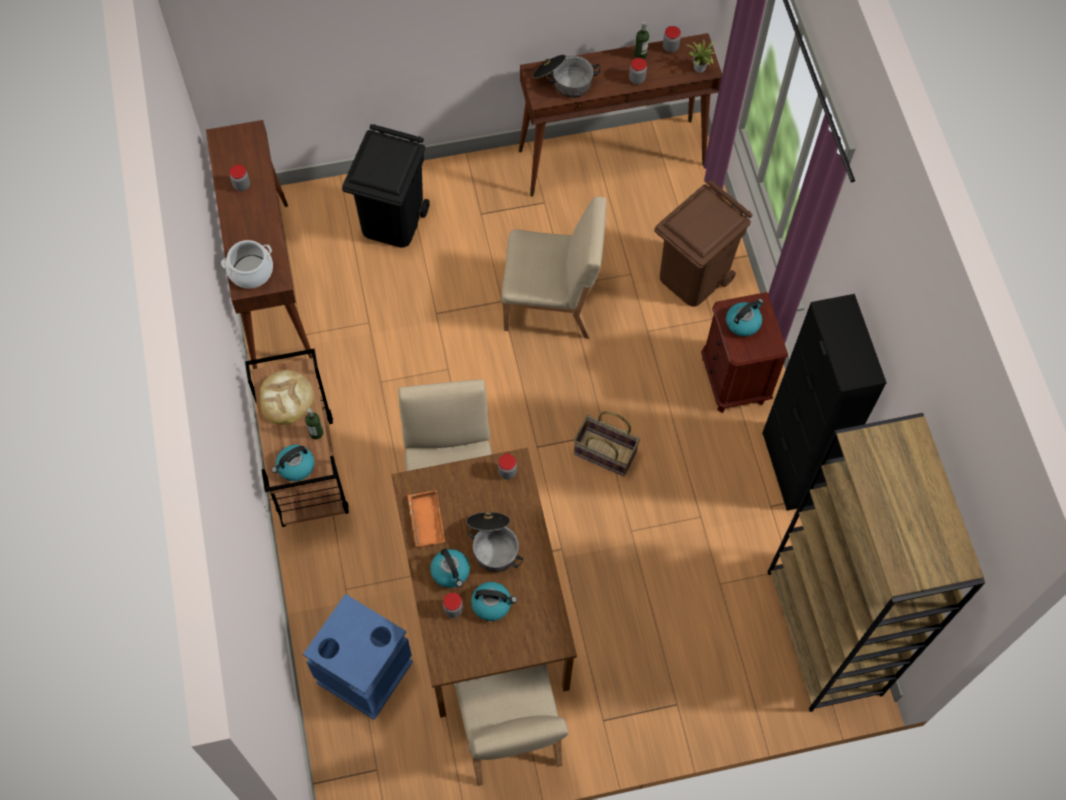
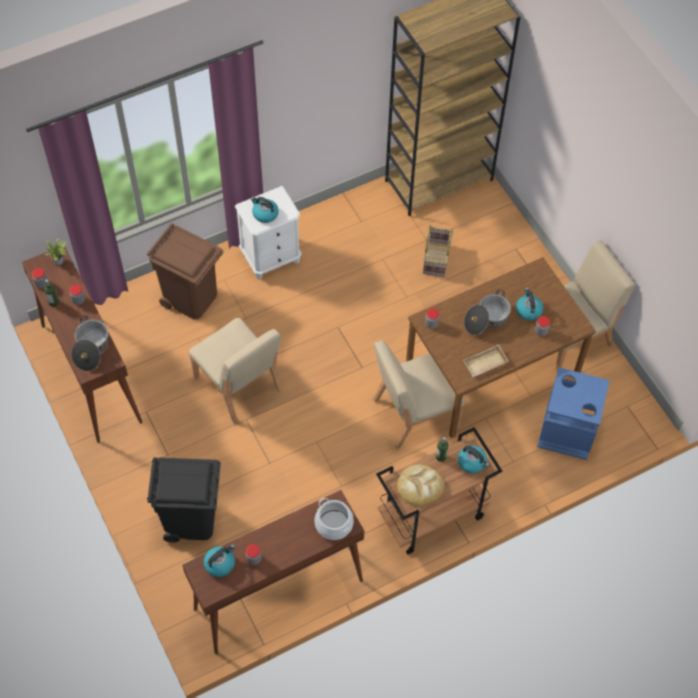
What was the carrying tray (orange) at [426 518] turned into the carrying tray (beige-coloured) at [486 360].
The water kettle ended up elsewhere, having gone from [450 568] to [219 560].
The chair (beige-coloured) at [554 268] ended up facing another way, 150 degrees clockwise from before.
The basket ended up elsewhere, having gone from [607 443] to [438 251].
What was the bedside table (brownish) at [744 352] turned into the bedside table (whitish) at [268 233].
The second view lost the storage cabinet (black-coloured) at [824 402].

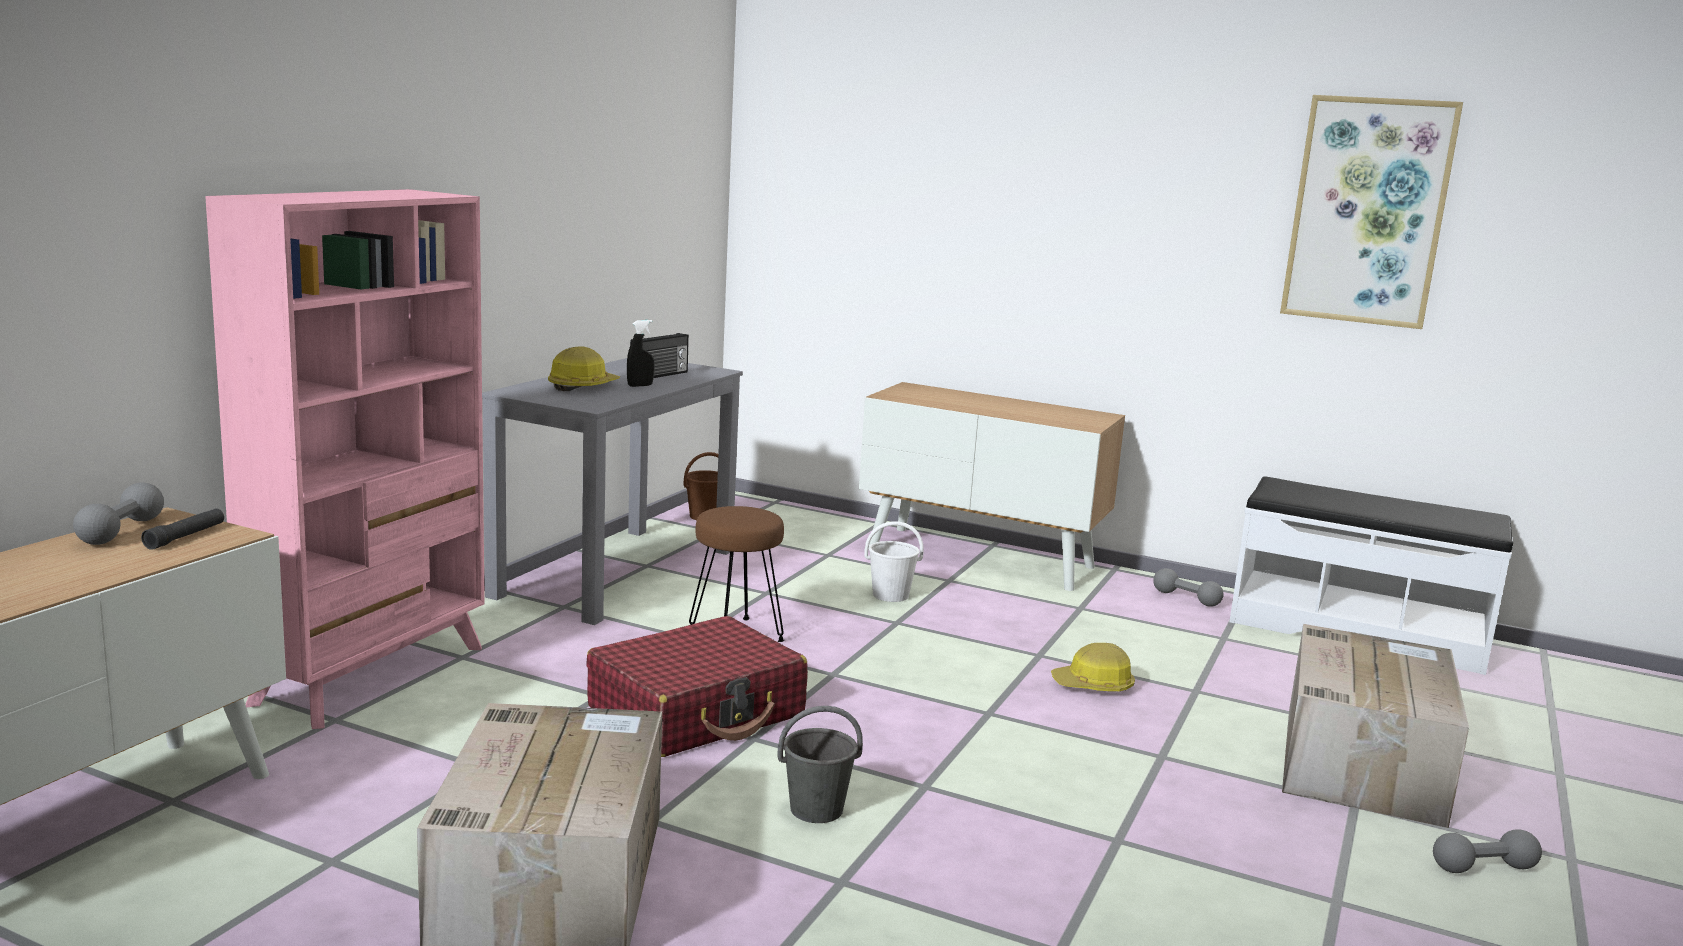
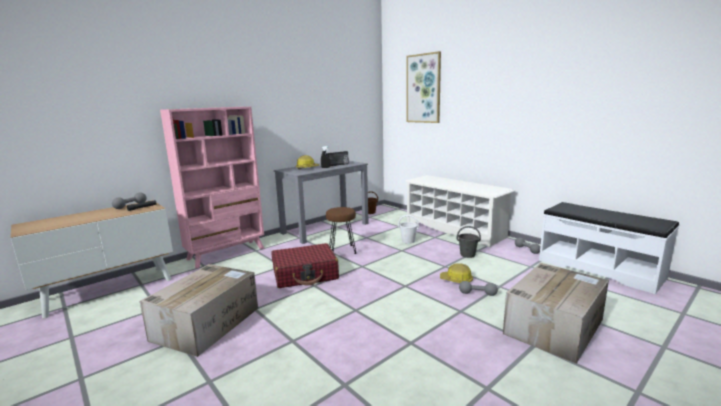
The pail (gray) ended up elsewhere, having gone from [820 764] to [469 242].
Where the storage cabinet stood at [992 486], the shoe stand (whitish) came to stand at [461 211].
The wall picture ended up elsewhere, having gone from [1371 212] to [423 87].
The dumbbell (gray) ended up elsewhere, having gone from [1487 851] to [478 288].

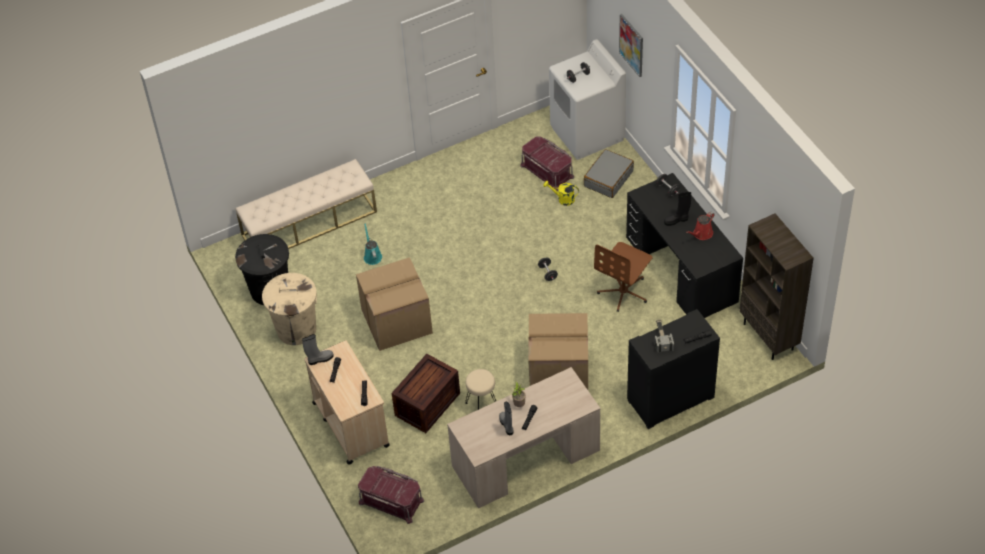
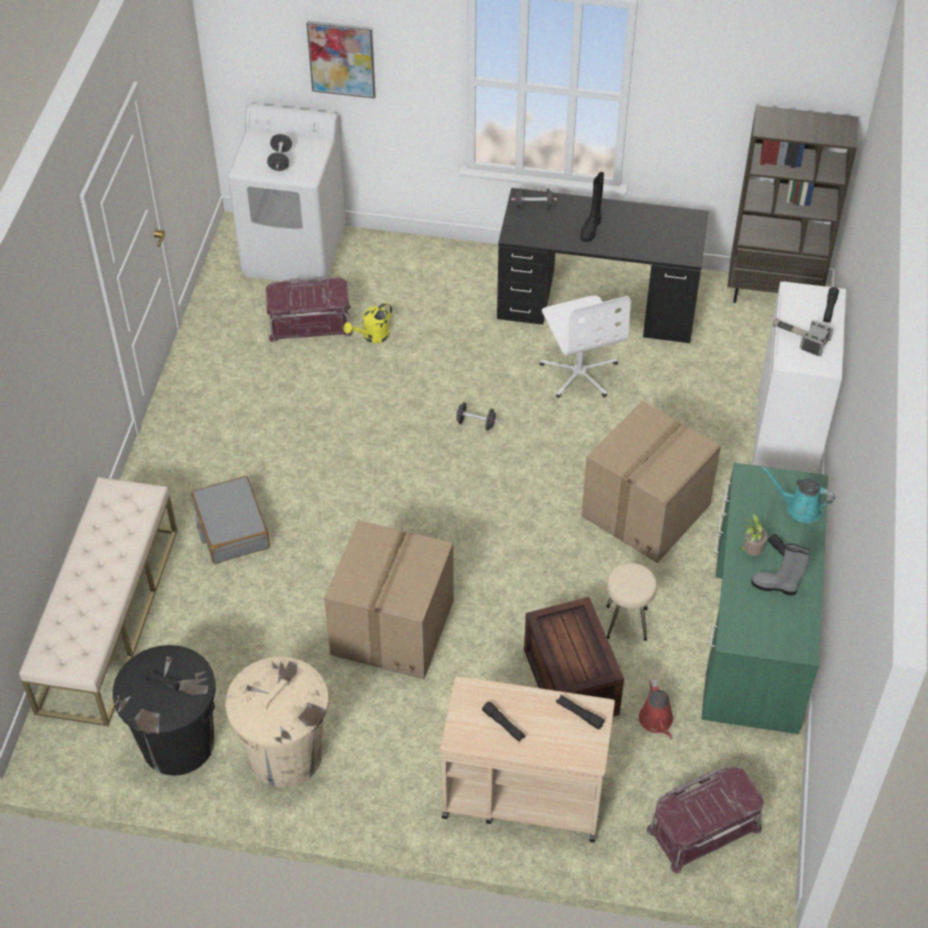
The second view lost the tall boot (gray) at [318 349].
The sprinkling can (turquoise-coloured) ended up elsewhere, having gone from [373 244] to [798 495].
What was the desk table (beige-coloured) at [524 437] turned into the desk table (green) at [764 598].
The suitcase (gray) ended up elsewhere, having gone from [609 173] to [230 520].
What was the desk chair (brownish) at [623 277] turned into the desk chair (whitish) at [585 346].
What was the storage cabinet (black-coloured) at [673 369] turned into the storage cabinet (whitish) at [799 377].
The sprinkling can (red-coloured) ended up elsewhere, having gone from [700 226] to [656 709].

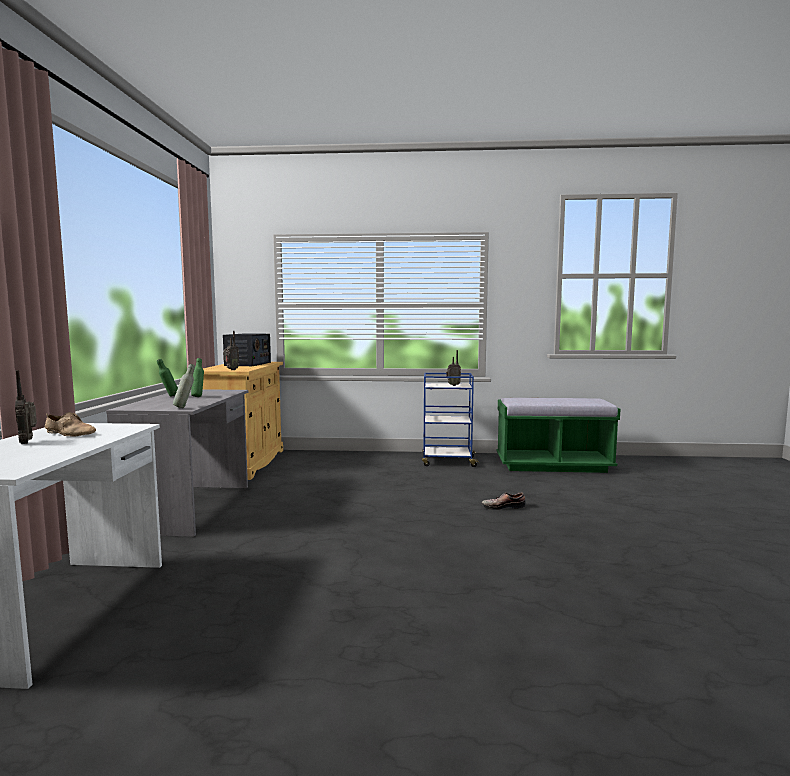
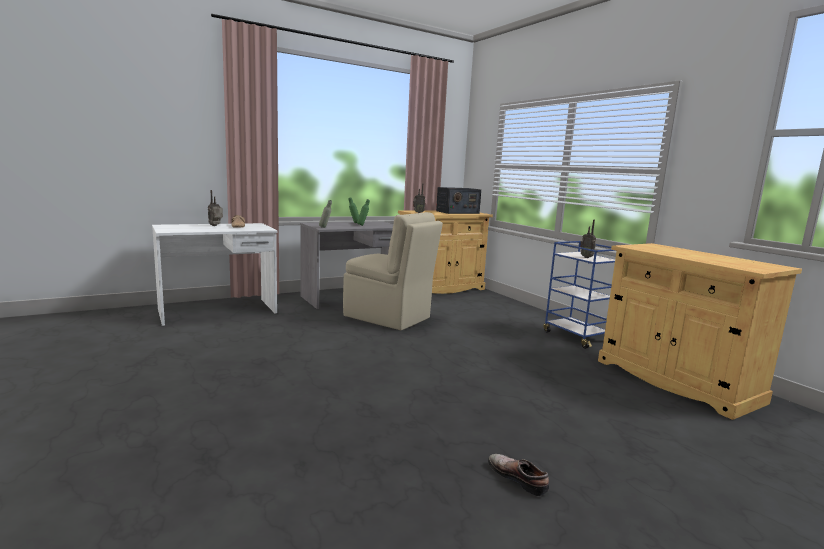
The item of footwear ended up elsewhere, having gone from [504 501] to [518 475].
Where the bench (green) stood at [558 435], the storage cabinet (beige-coloured) came to stand at [700 331].
The second view gained the chair (beige-coloured) at [393 271].

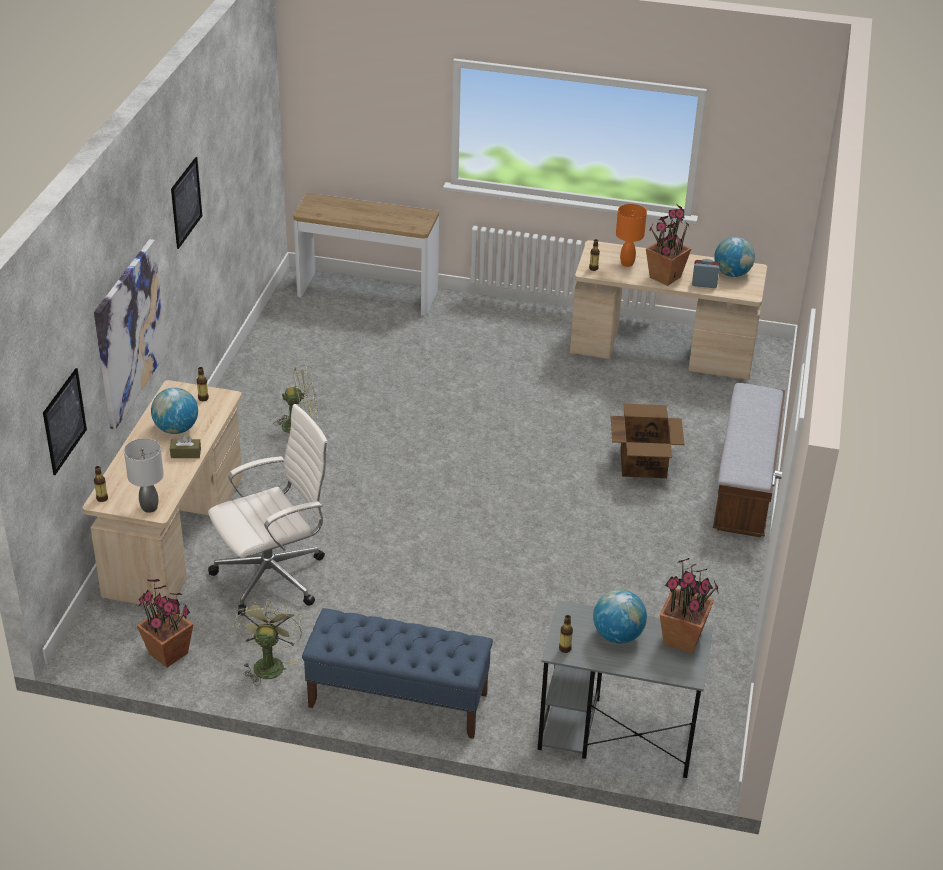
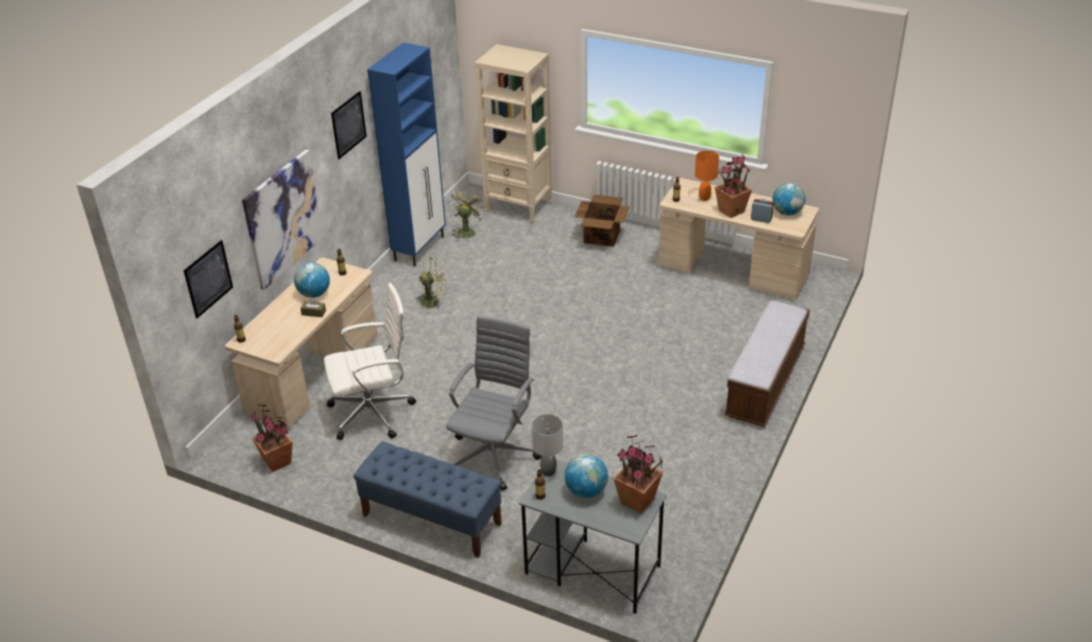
The lamp for a table (gray) ended up elsewhere, having gone from [144 475] to [547 445].
The electric fan (green) ended up elsewhere, having gone from [268 642] to [467 213].
Where the narrow table stood at [366 254], the bookshelf (beige-coloured) came to stand at [513 133].
The cardboard box ended up elsewhere, having gone from [648 441] to [601 221].
The second view gained the storage cabinet (blue-coloured) at [406 155].
The second view gained the desk chair (gray) at [494 403].

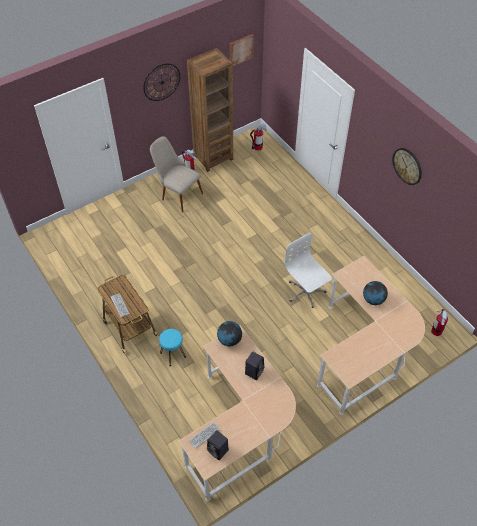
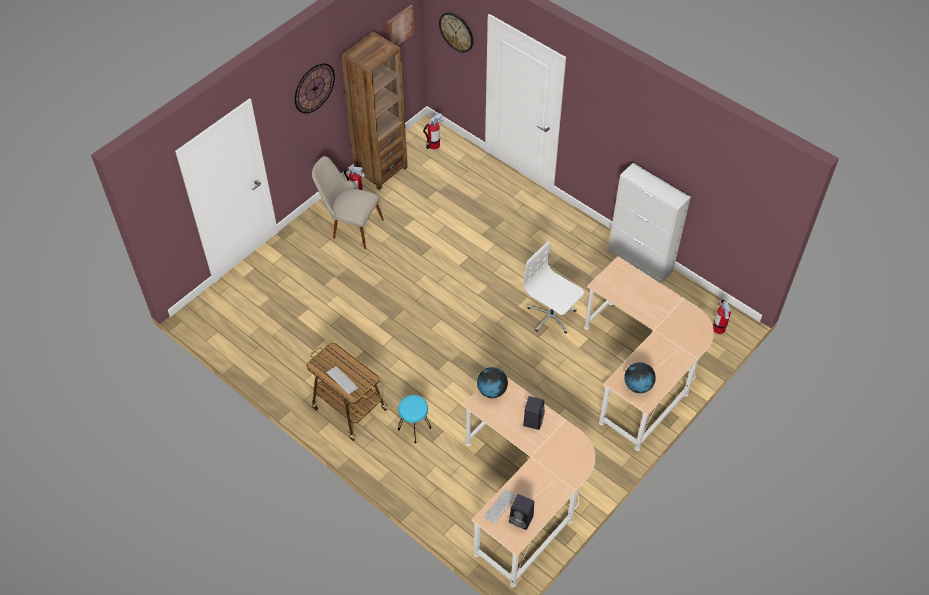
The desk globe ended up elsewhere, having gone from [375 293] to [640 377].
The clock on the wall ended up elsewhere, having gone from [407 166] to [456 32].
The second view gained the storage cabinet (whitish) at [649 223].

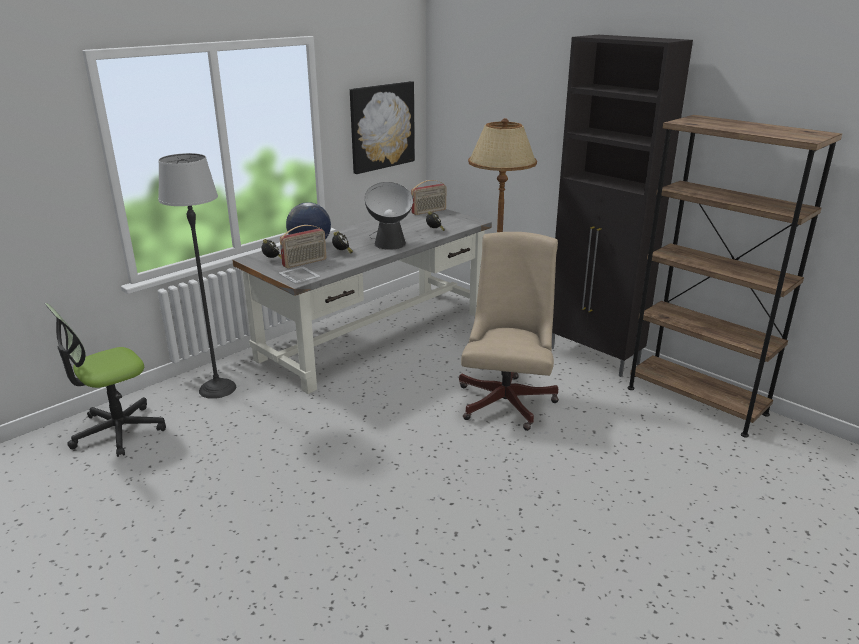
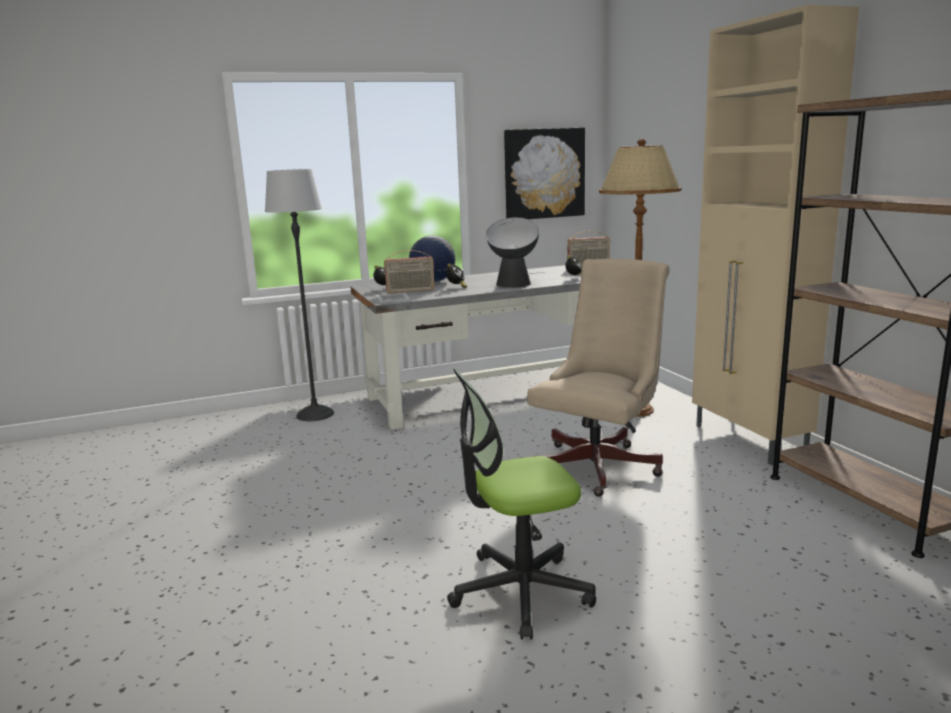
The desk chair ended up elsewhere, having gone from [105 380] to [521 504].
What was the storage cabinet (black-coloured) at [622 206] turned into the storage cabinet (beige-coloured) at [775 235].

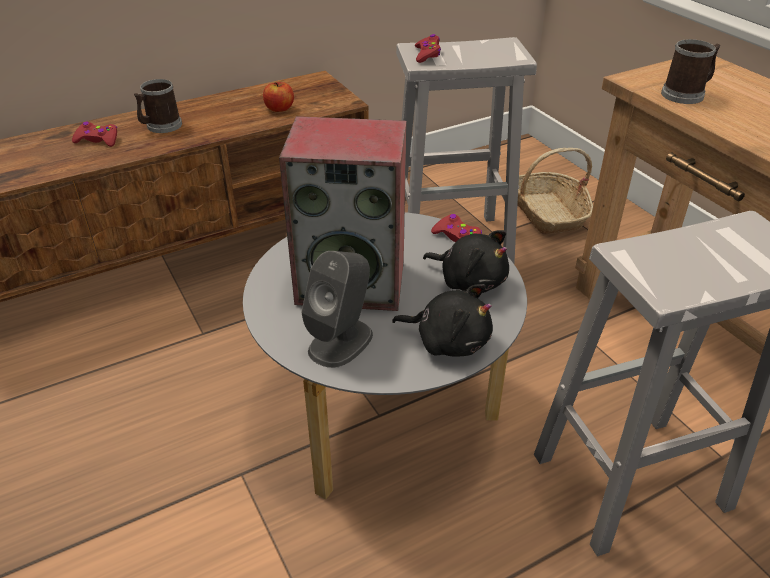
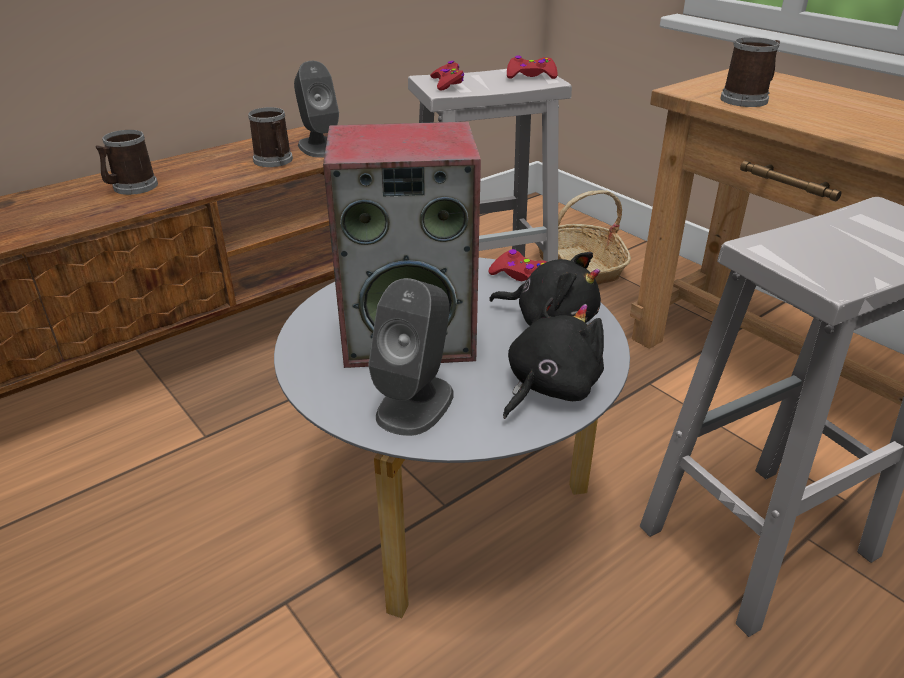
The game controller (red-coloured) ended up elsewhere, having gone from [94 134] to [532 67].
Where the apple fruit stood at [278 97], the mug came to stand at [270 137].
The soft toy (black-coloured) at [442 320] ended up facing another way, 60 degrees counterclockwise from before.
The second view gained the audio speaker (gray) at [316 109].

